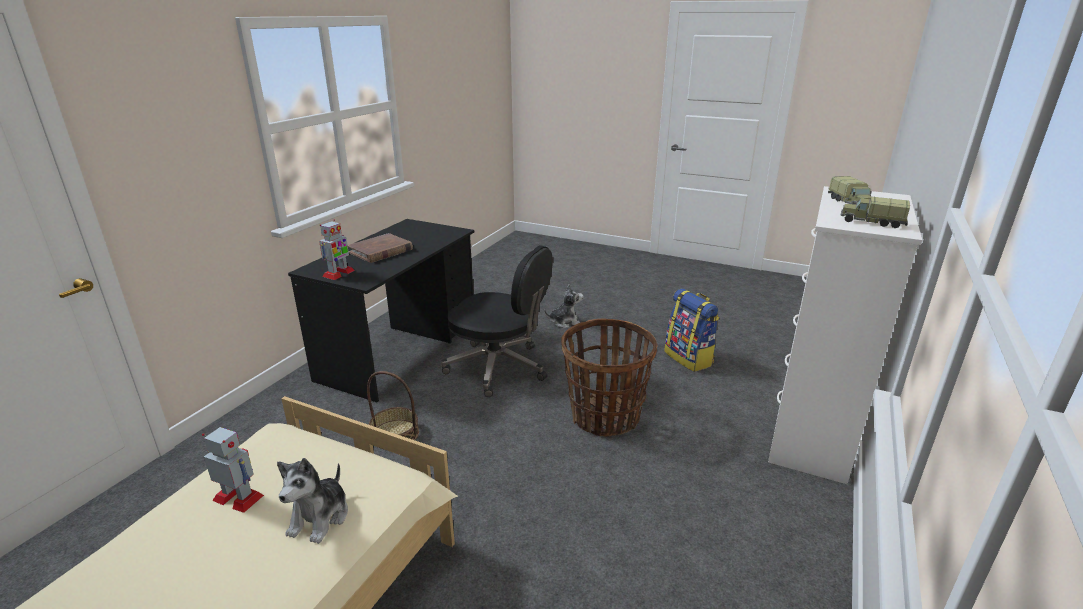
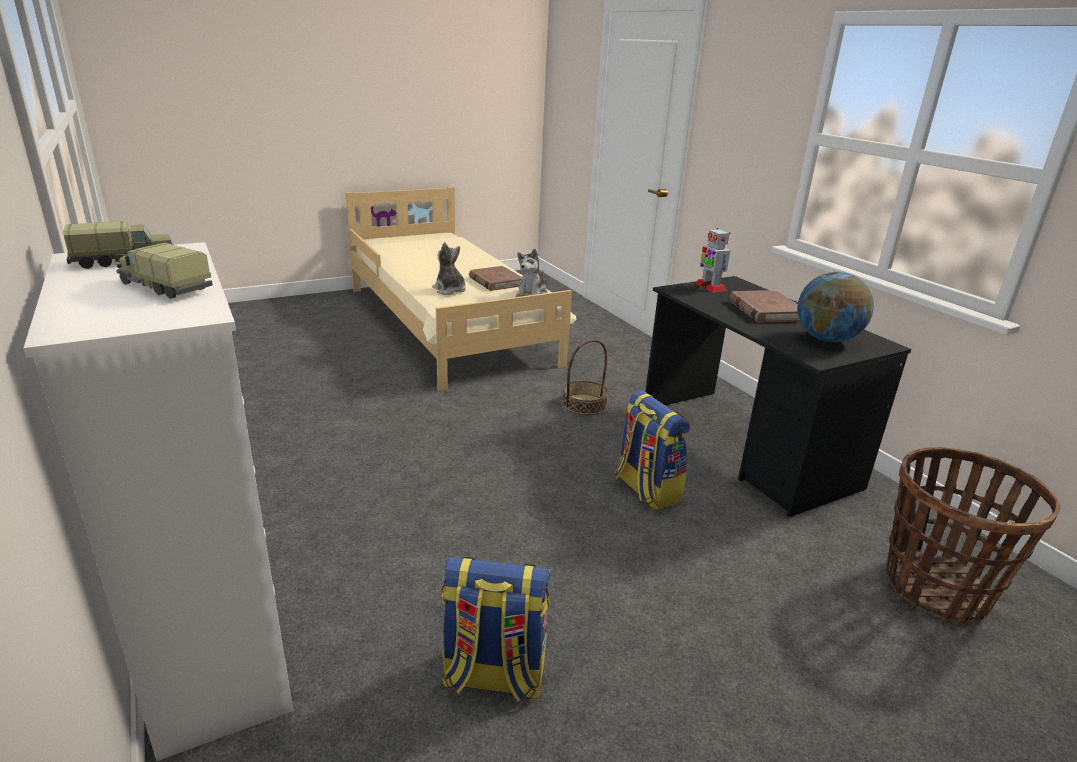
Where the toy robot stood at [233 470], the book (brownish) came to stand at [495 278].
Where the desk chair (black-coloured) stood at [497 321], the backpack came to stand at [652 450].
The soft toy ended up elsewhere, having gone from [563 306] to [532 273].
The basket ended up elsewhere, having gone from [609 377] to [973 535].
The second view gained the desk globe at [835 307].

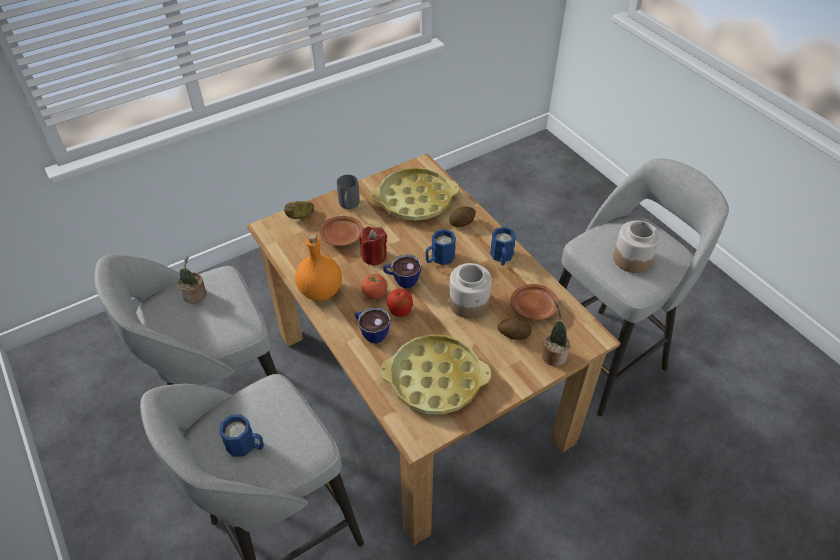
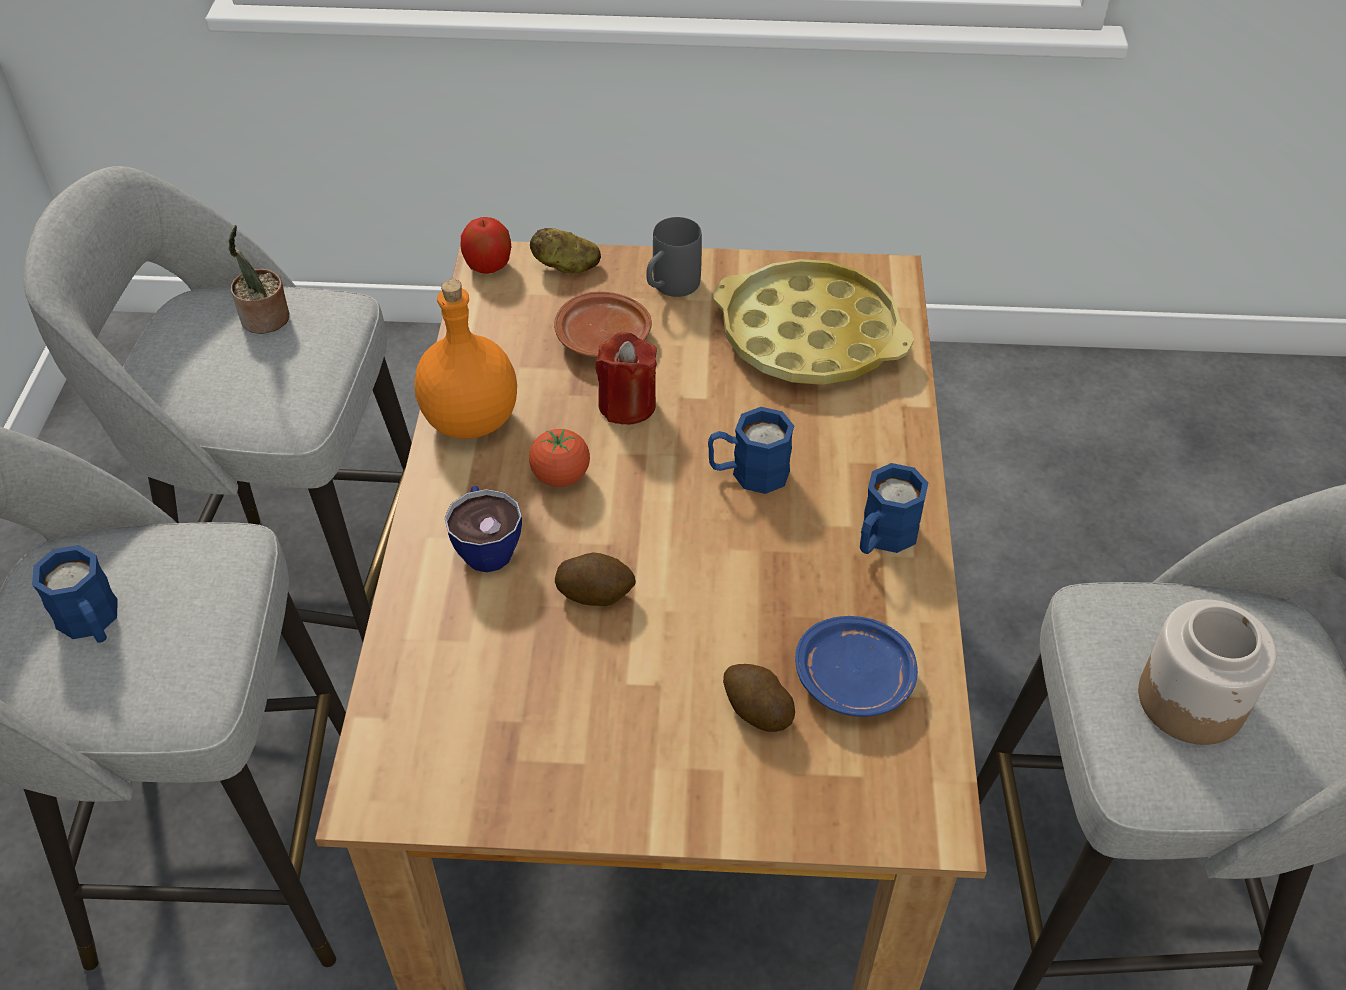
The second view lost the carrying tray (yellowish) at [435 374].
The second view lost the small cup at [402 271].
The apple fruit ended up elsewhere, having gone from [400 302] to [486 245].
The potato ended up elsewhere, having gone from [462 216] to [595 579].
The second view lost the preserve jar at [470 290].
What was the flat dish (brownish) at [534 302] turned into the flat dish (blue-coloured) at [856 666].
The second view lost the potted plant at [556 333].

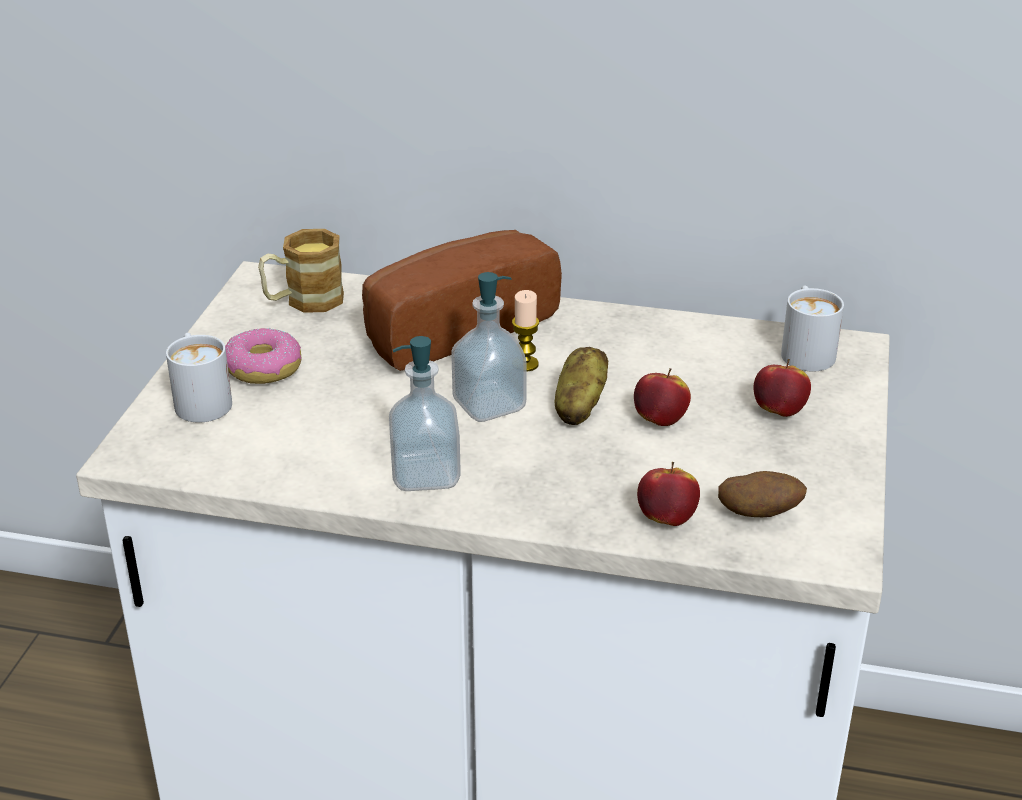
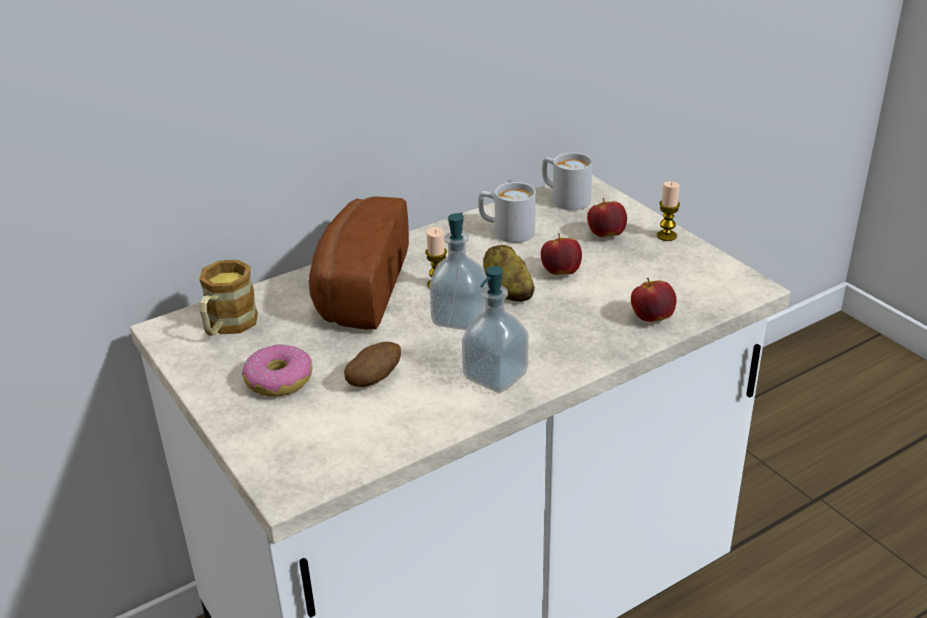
The mug (whitish) ended up elsewhere, having gone from [199 378] to [507 212].
The potato ended up elsewhere, having gone from [762 494] to [372 364].
The second view gained the candle at [668 211].

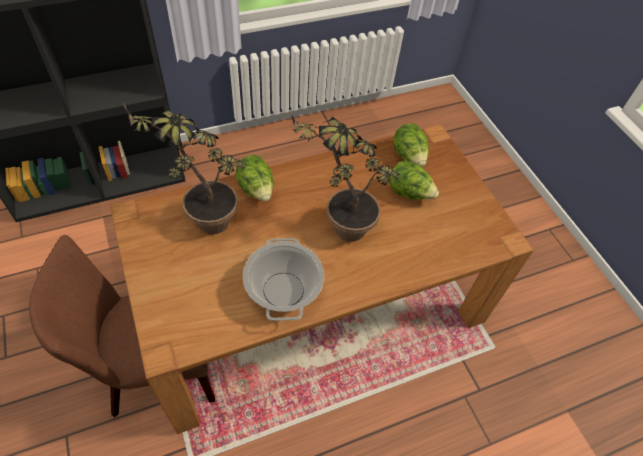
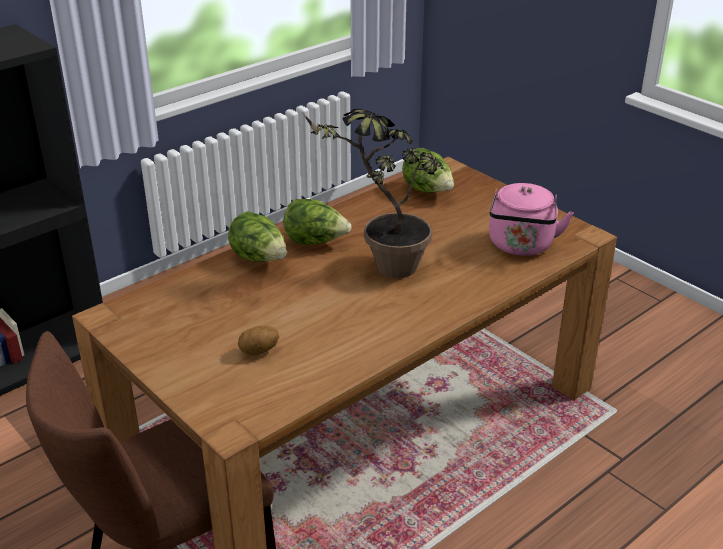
The second view lost the potted plant at [185 168].
The second view lost the stockpot at [283 279].
The lettuce head ended up elsewhere, having gone from [414 180] to [317 222].
The second view gained the potato at [258 340].
The second view gained the water kettle (pinkish) at [531 219].

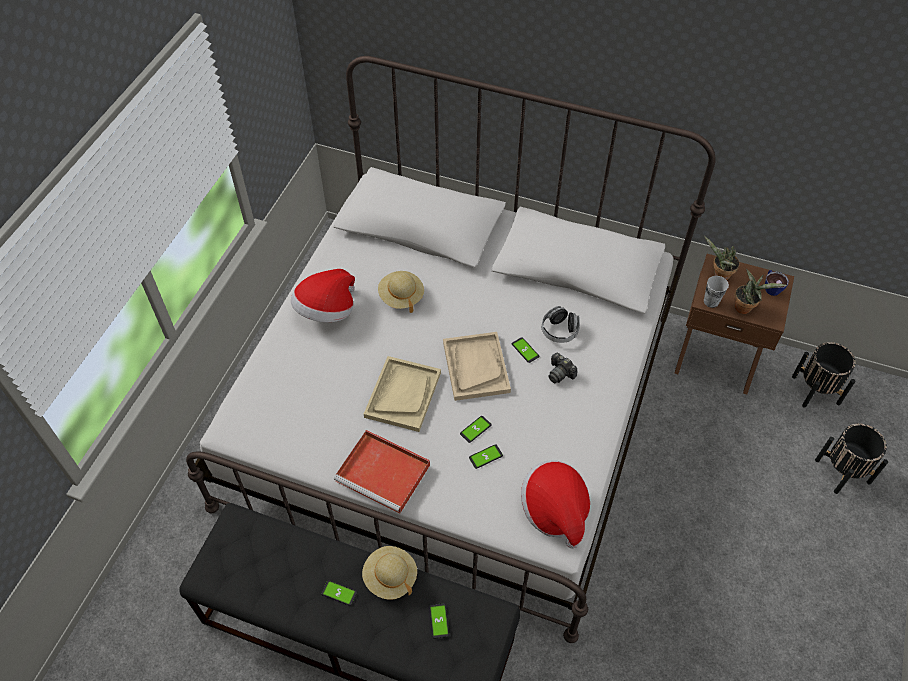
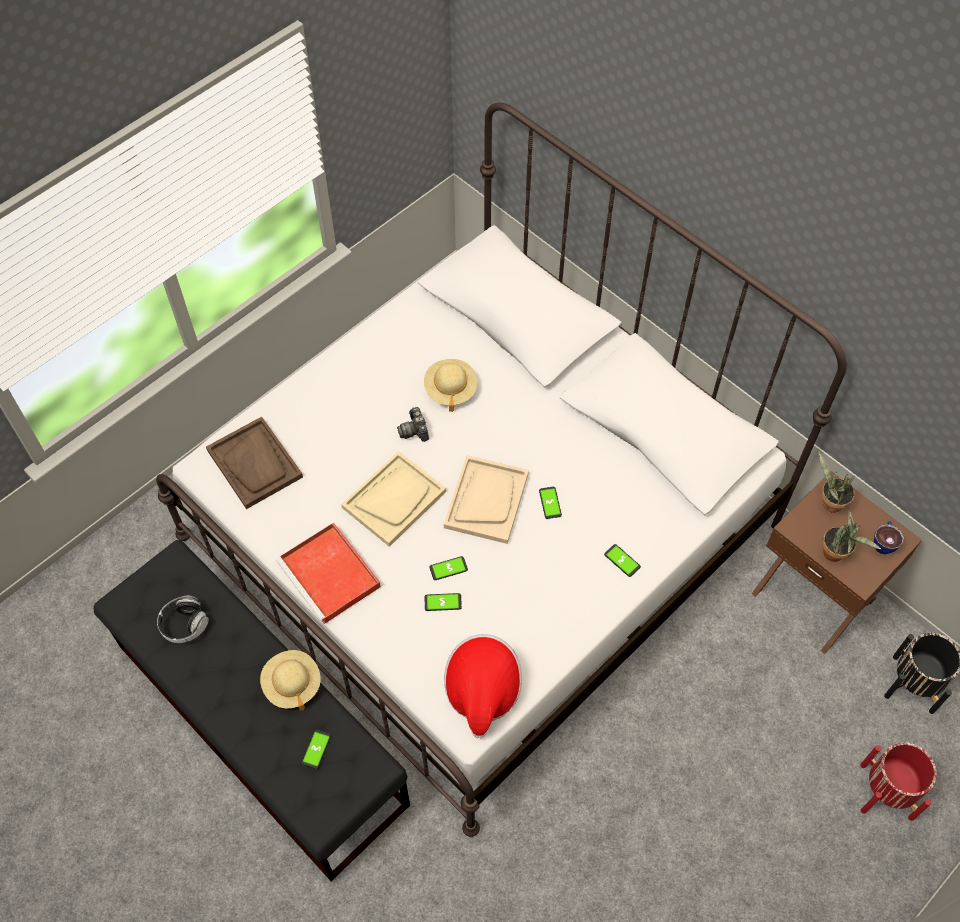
The second view lost the clothing hat at [323 295].
The phone ended up elsewhere, having gone from [339 593] to [622 560].
The headphones ended up elsewhere, having gone from [561 324] to [183 619].
The photo camera ended up elsewhere, having gone from [563 368] to [413 424].
The second view lost the small cup at [716 292].
What was the plant pot (black-coloured) at [851 459] turned into the plant pot (red-coloured) at [898 781].
The second view gained the carrying tray (brownish) at [254 463].

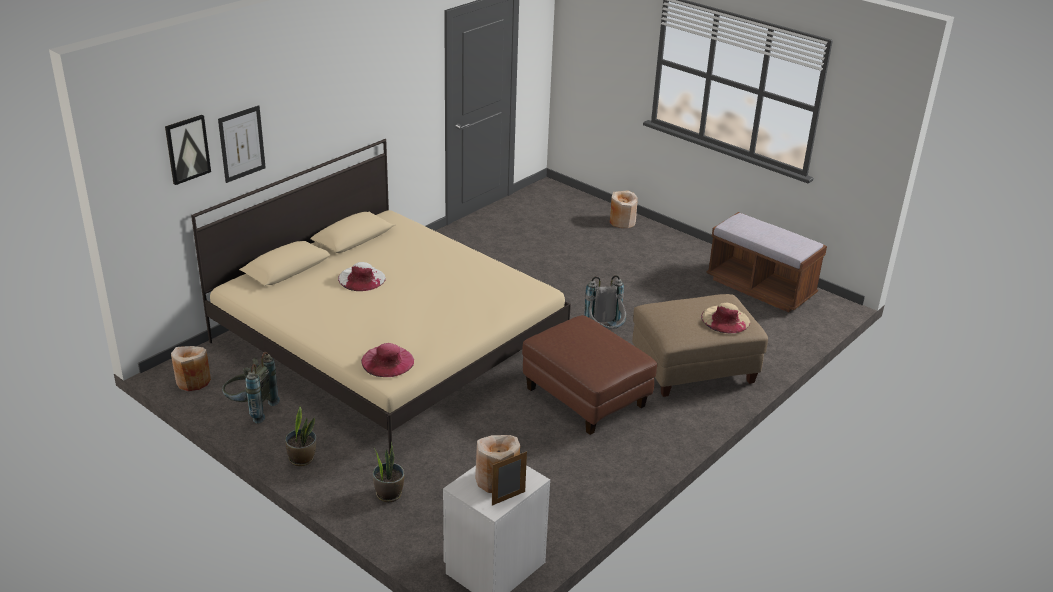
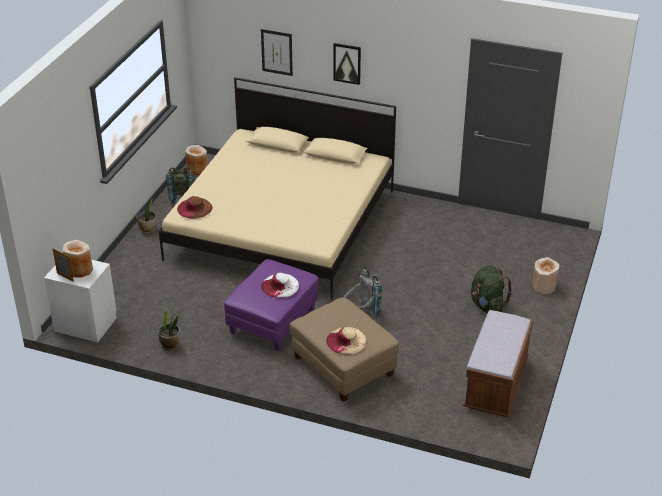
The wall picture ended up elsewhere, having gone from [188 150] to [347 64].
The clothing hat (whitish) ended up elsewhere, having gone from [362 276] to [280 285].
What was the clothing hat (pinkish) at [387 360] turned into the clothing hat (brownish) at [194 207].
The potted plant ended up elsewhere, having gone from [389 472] to [169 329].
What was the ottoman (brownish) at [589 375] turned into the ottoman (purple-coloured) at [271 305].
The second view gained the backpack (green) at [491 289].

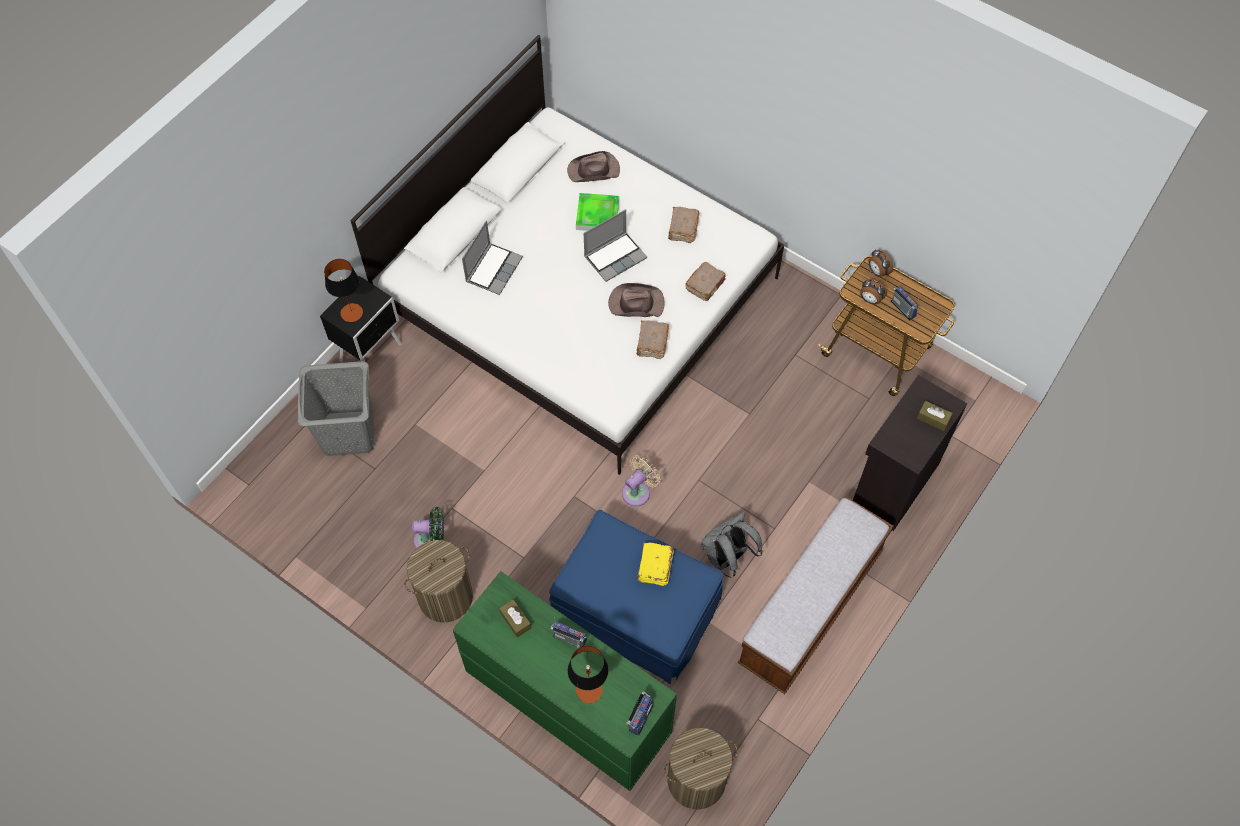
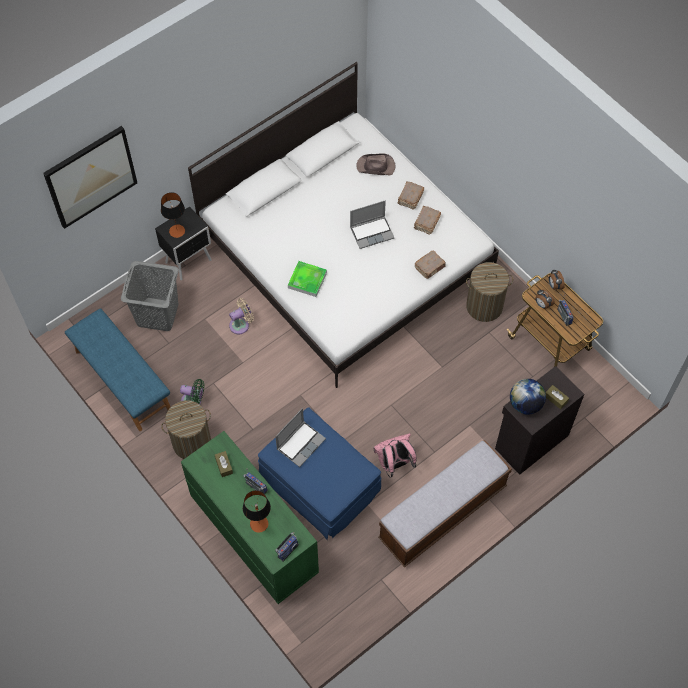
The notebook computer ended up elsewhere, having gone from [492 257] to [300 437].
The carrying tray ended up elsewhere, having gone from [597 212] to [307 279].
The second view lost the clothing hat (brownish) at [636 300].
The electric fan (beige-coloured) ended up elsewhere, having gone from [641 480] to [241 316].
The book (brownish) ended up elsewhere, having gone from [652 339] to [411 195].
The second view lost the book (yellowish) at [655 564].
The laundry basket ended up elsewhere, having gone from [701 768] to [489 292].
What was the backpack (gray) at [732 544] turned into the backpack (pinkish) at [395 455].
The second view gained the wall picture at [90 177].
The second view gained the bench (blue-coloured) at [117 369].
The second view gained the desk globe at [528 397].

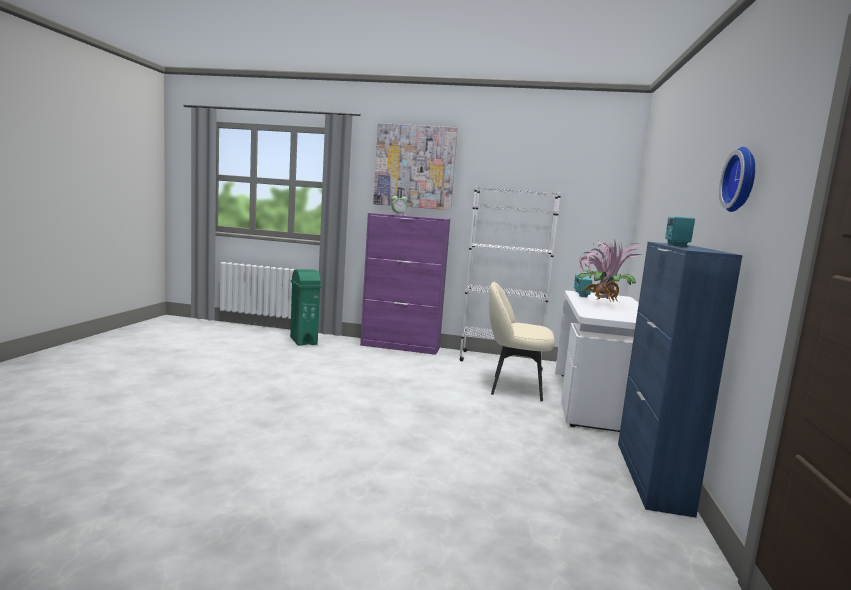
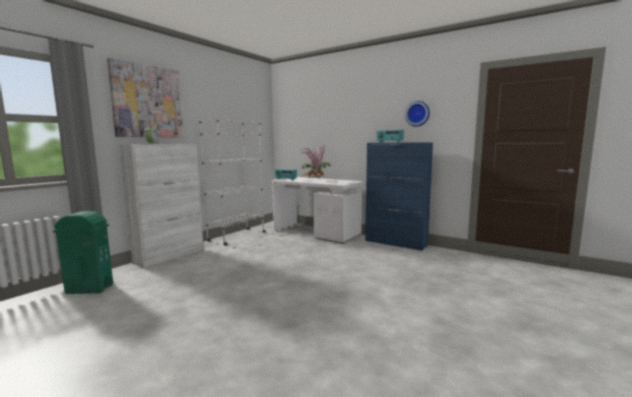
What was the storage cabinet (purple-coloured) at [405 284] turned into the storage cabinet (whitish) at [161 206].
The second view lost the chair (beige-coloured) at [522 342].

